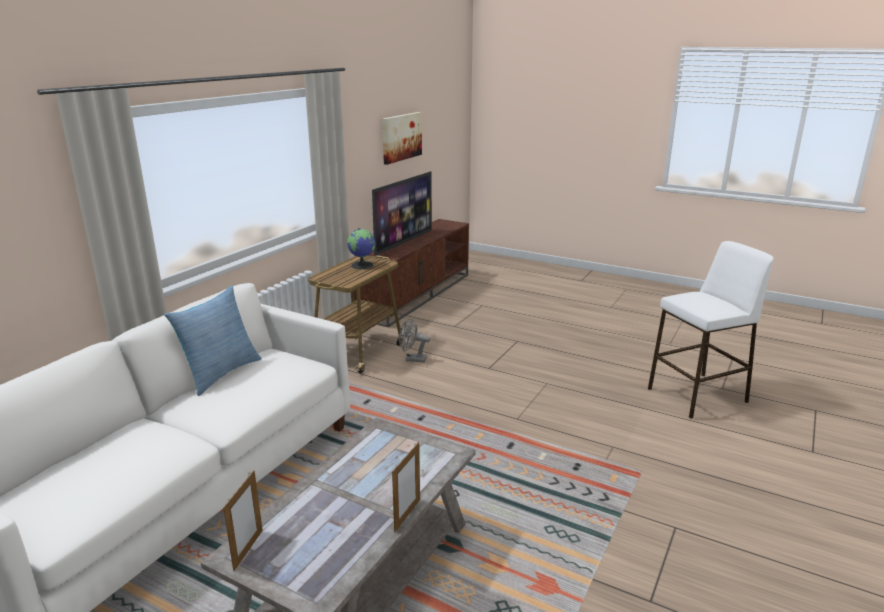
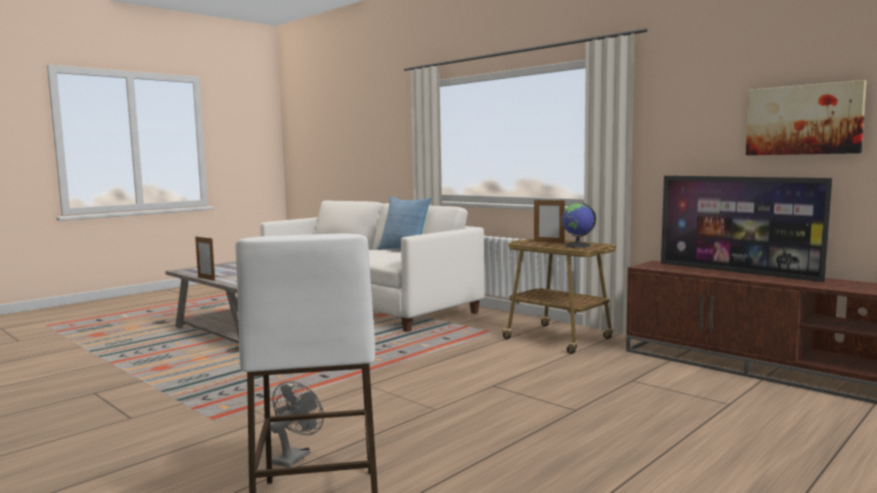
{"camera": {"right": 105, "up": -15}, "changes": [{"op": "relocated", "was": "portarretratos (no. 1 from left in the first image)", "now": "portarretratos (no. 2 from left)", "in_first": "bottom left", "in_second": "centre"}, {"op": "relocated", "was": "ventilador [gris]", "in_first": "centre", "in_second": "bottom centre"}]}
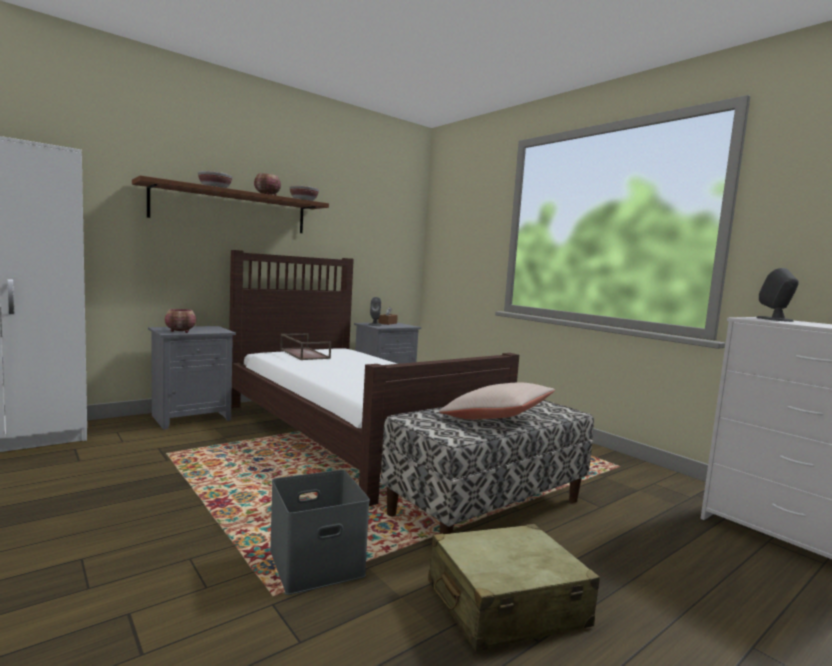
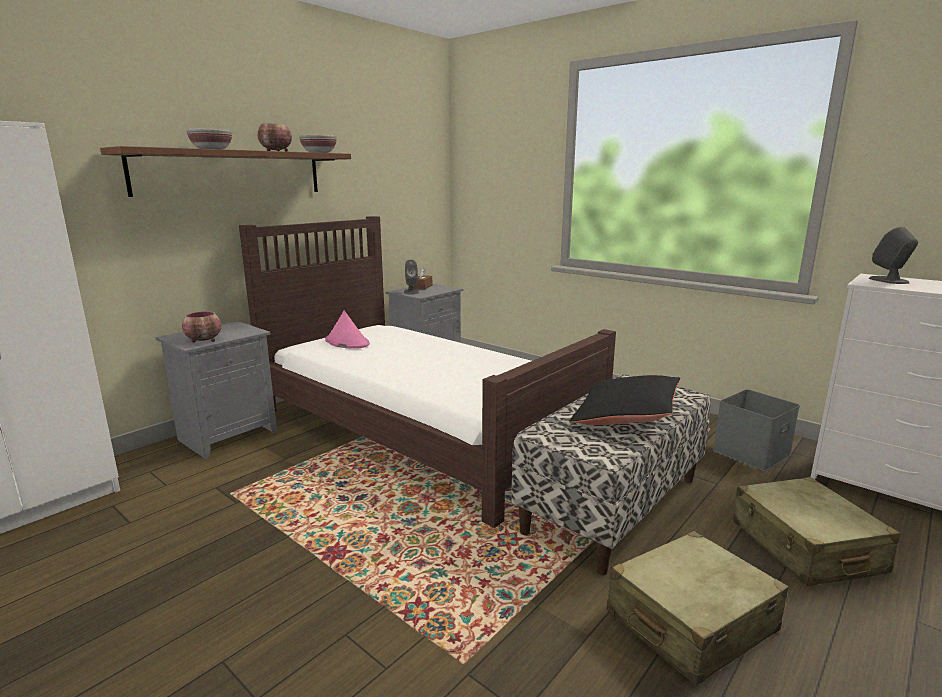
{"camera": {"right": -10, "up": 10}, "changes": [{"op": "relocated", "was": "caja de almacenaje [gris]", "in_first": "bottom centre", "in_second": "middle right"}, {"op": "exchanged", "was": "bandeja [marrón]", "now": "sombrero [rosa]", "in_first": "centre", "in_second": "centre"}, {"op": "colour", "was": "cojín [beis]", "now": "cojín [negro]", "in_first": "centre", "in_second": "centre"}, {"op": "appeared", "now": "maleta [beis] (no. 2 from left)", "in_second": "bottom right"}]}
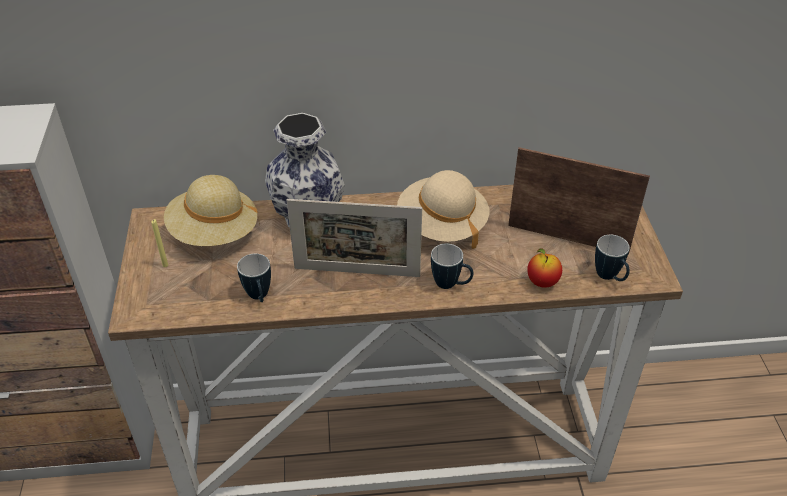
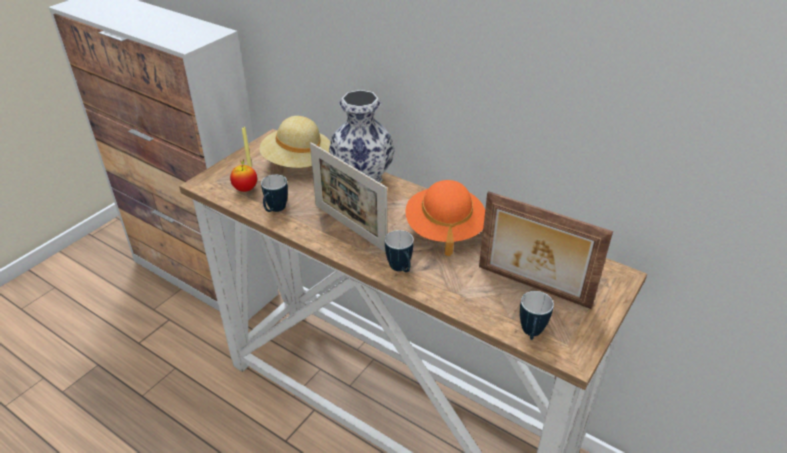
{"camera": {"right": 40, "up": -5}, "changes": [{"op": "colour", "was": "sombrero [beis] (no. 2 from left)", "now": "sombrero [naranja]", "in_first": "centre", "in_second": "centre"}, {"op": "spun", "was": "portarretratos (no. 2 from left)", "in_first": "middle right", "in_second": "middle right", "clockwise": 150}, {"op": "relocated", "was": "manzana", "in_first": "middle right", "in_second": "middle left"}]}
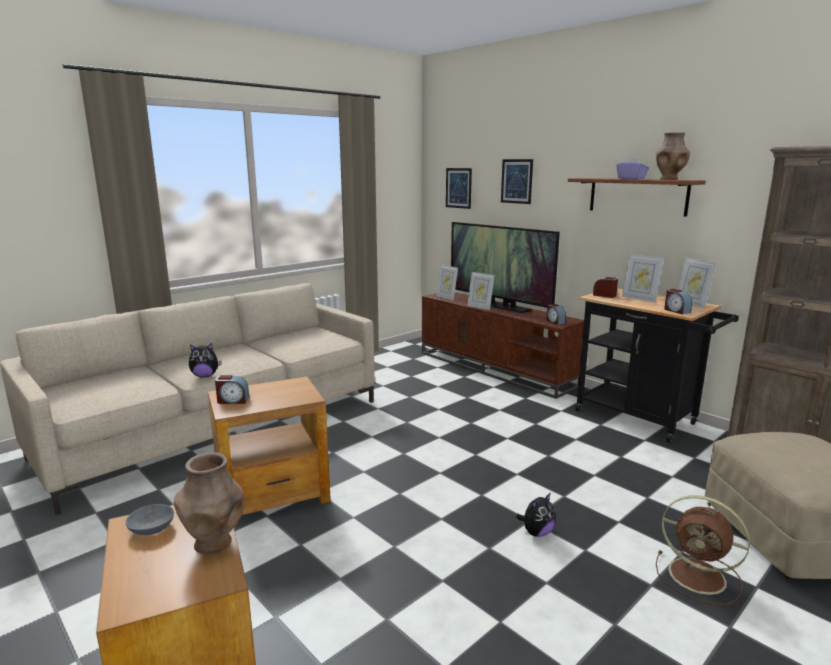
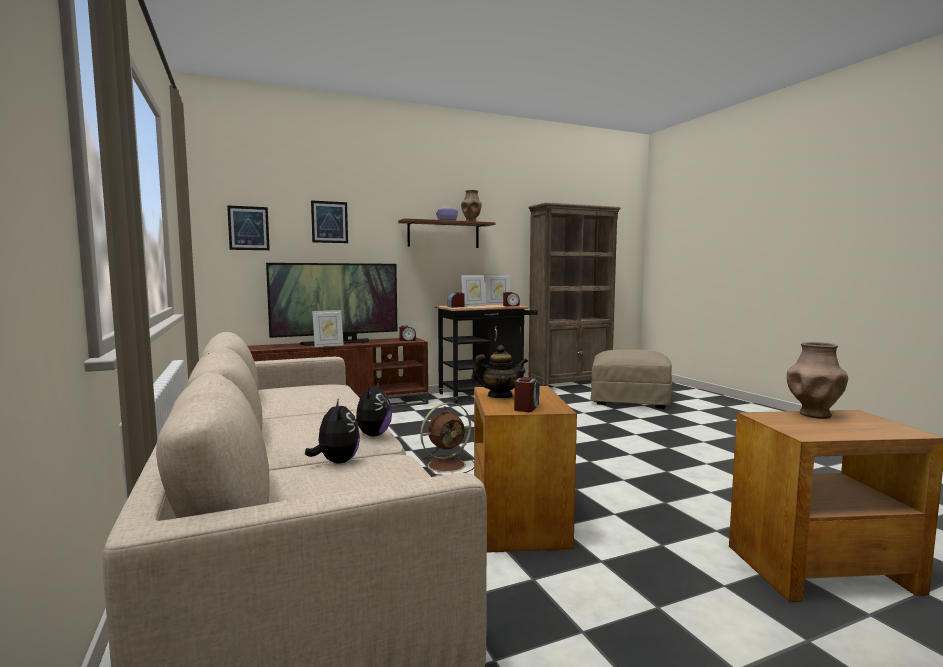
{"camera": {"right": -70, "up": -10}, "changes": [{"op": "missing", "was": "cuenco [gris]", "in_first": "bottom left"}, {"op": "missing", "was": "portarretratos (no. 1 from left)", "in_first": "centre"}, {"op": "relocated", "was": "peluche (no. 2 from left in the first image)", "now": "peluche (no. 1 from left)", "in_first": "bottom centre", "in_second": "centre"}, {"op": "relocated", "was": "ventilador [marrón]", "in_first": "bottom right", "in_second": "centre"}, {"op": "appeared", "now": "tetera", "in_second": "centre"}]}
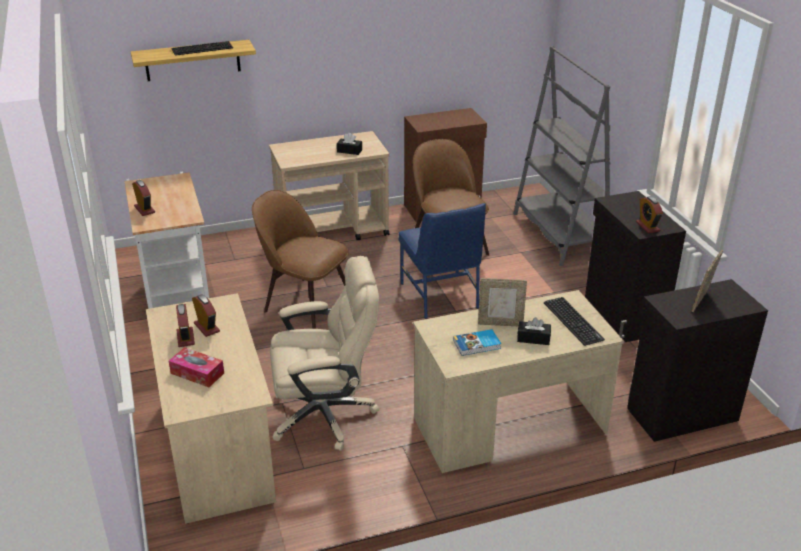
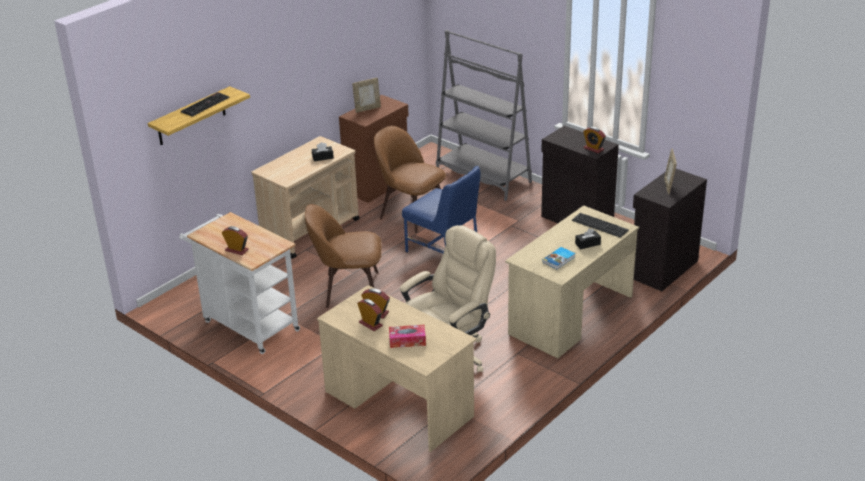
{"camera": {"right": -30, "up": 0}, "changes": [{"op": "relocated", "was": "portarretratos (no. 1 from left)", "in_first": "centre", "in_second": "top centre"}]}
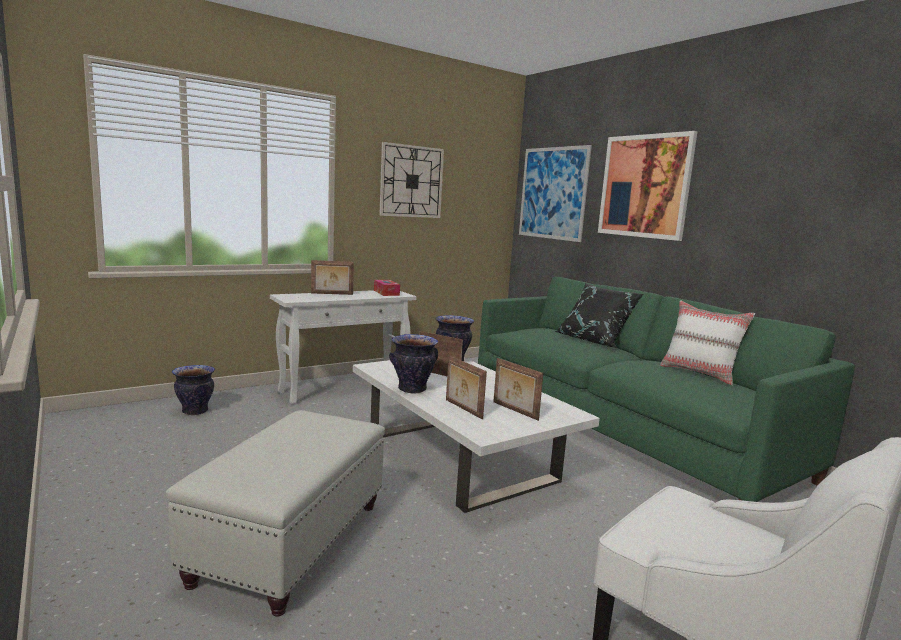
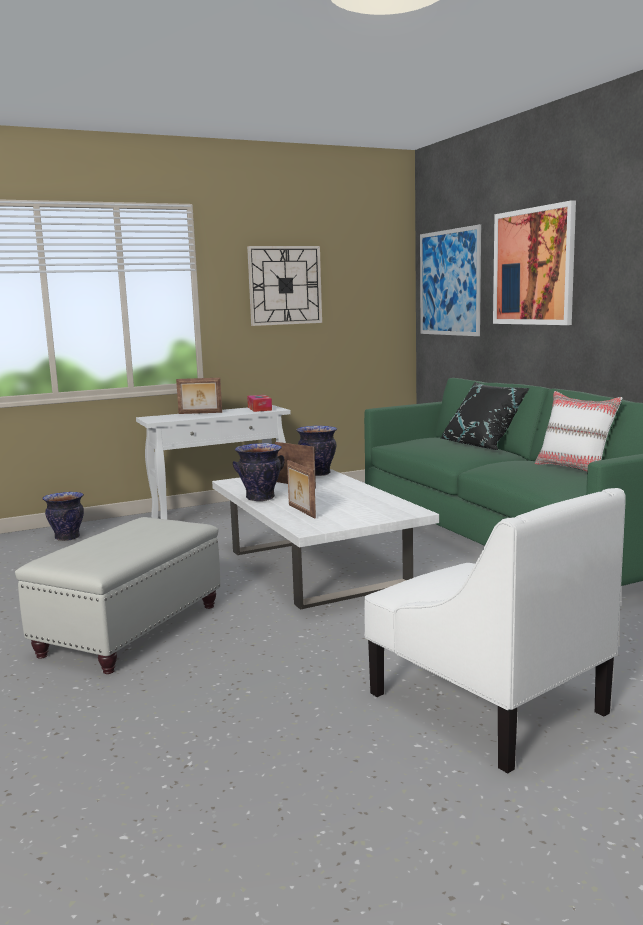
{"camera": {"right": 10, "up": 0}, "changes": [{"op": "missing", "was": "portarretratos (no. 4 from left)", "in_first": "centre"}]}
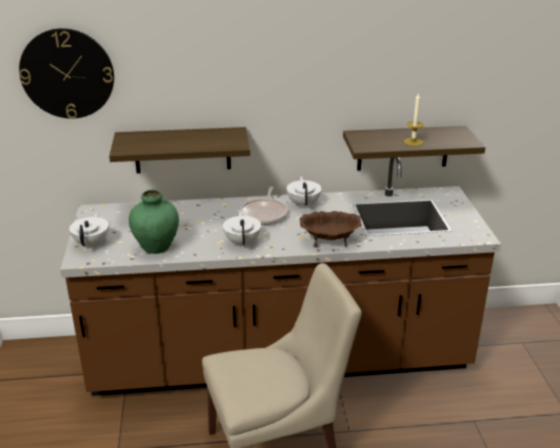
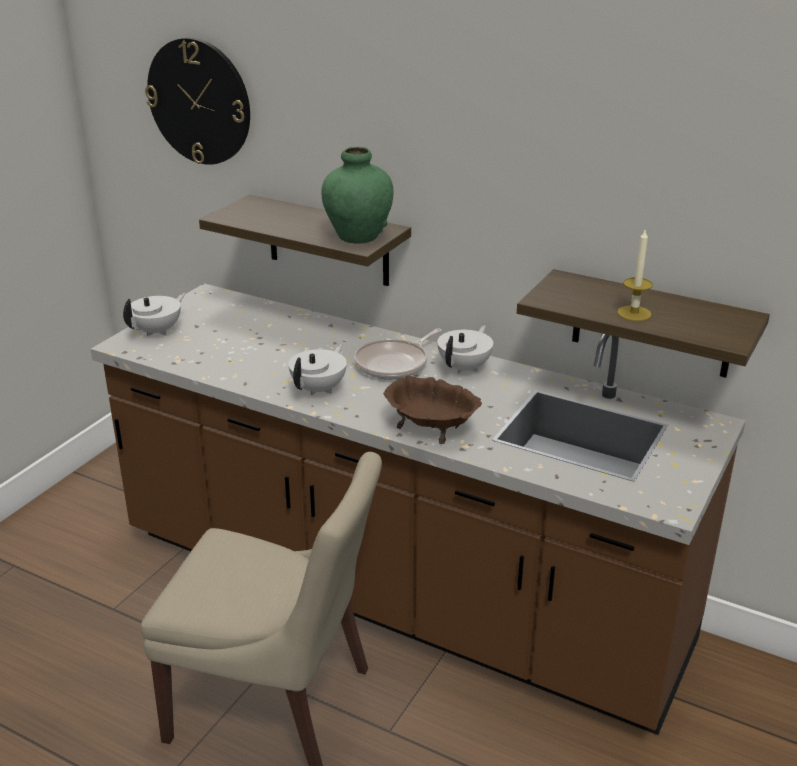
{"camera": {"right": 35, "up": 0}, "changes": [{"op": "relocated", "was": "florero [verde]", "in_first": "middle left", "in_second": "top centre"}]}
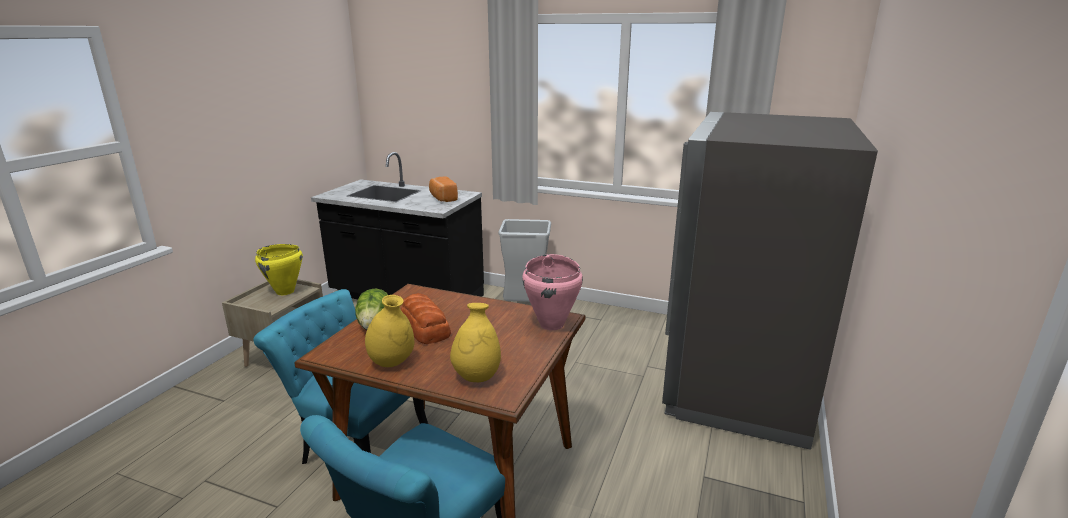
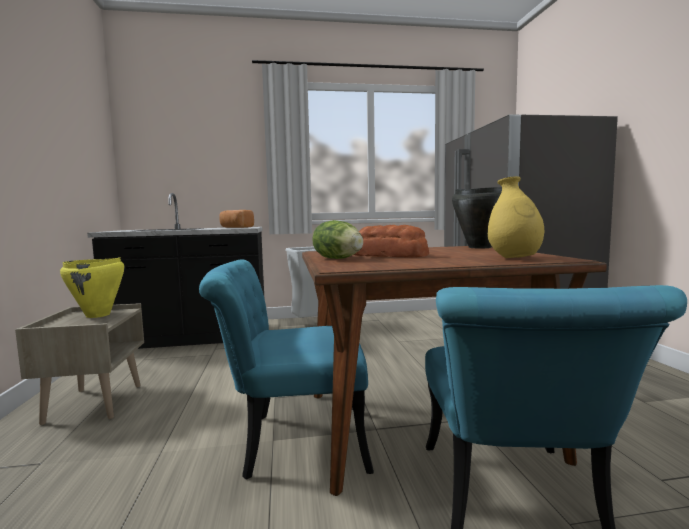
{"camera": {"right": -30, "up": -15}, "changes": [{"op": "missing", "was": "florero [amarillo] (no. 1 from left)", "in_first": "centre"}, {"op": "colour", "was": "olla [rosa]", "now": "olla [negro]", "in_first": "centre", "in_second": "middle right"}]}
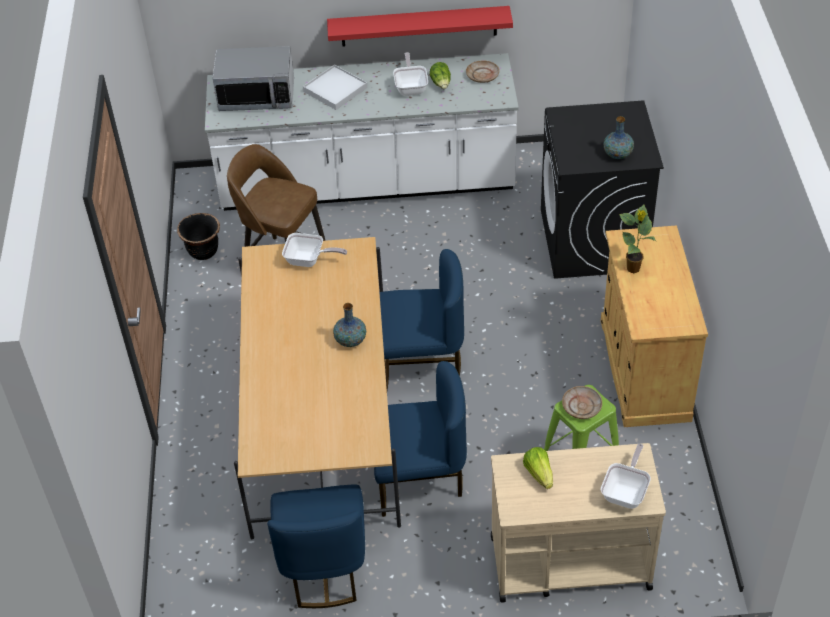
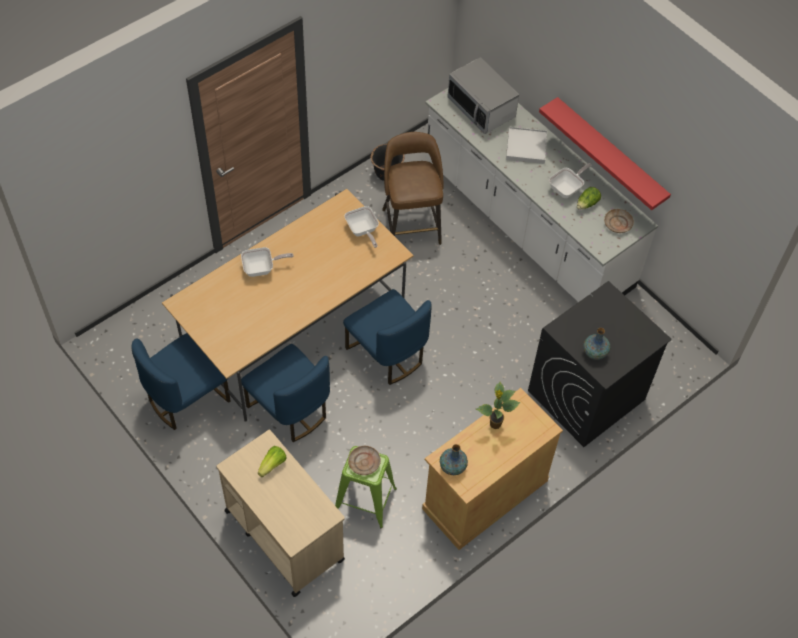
{"camera": {"right": 50, "up": 10}, "changes": [{"op": "relocated", "was": "florero (no. 1 from left)", "in_first": "centre", "in_second": "bottom centre"}, {"op": "relocated", "was": "sartén (no. 3 from left in the first image)", "now": "sartén (no. 1 from left)", "in_first": "bottom right", "in_second": "centre"}]}
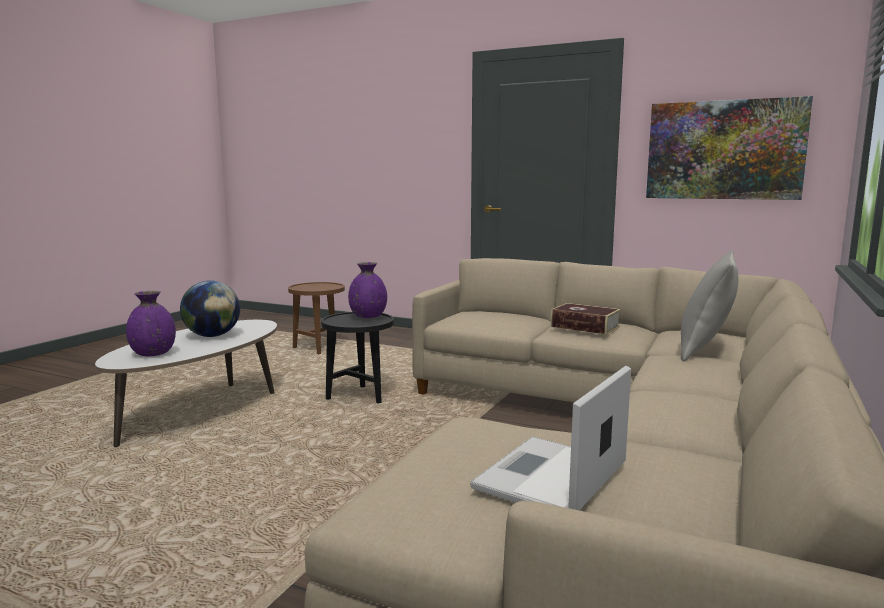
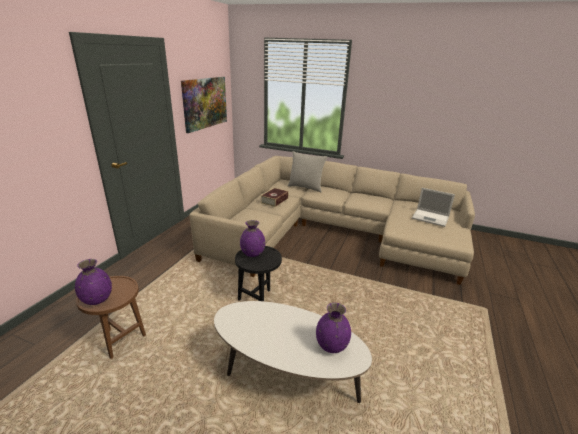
{"camera": {"right": -95, "up": 15}, "changes": [{"op": "missing", "was": "globo terráqueo", "in_first": "middle left"}, {"op": "appeared", "now": "florero [morado] (no. 1 from left)", "in_second": "middle left"}]}
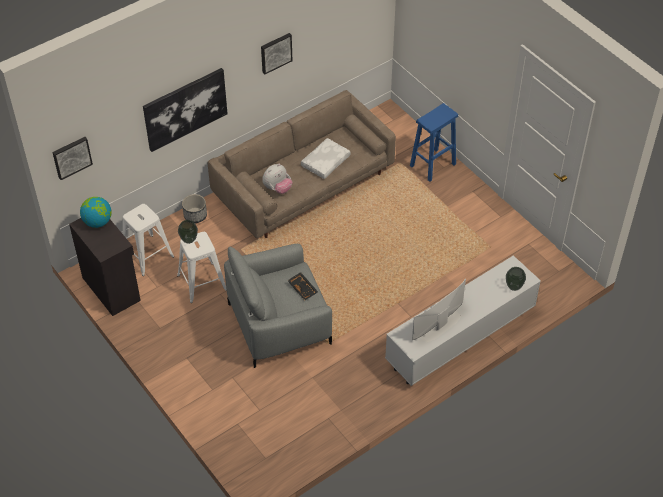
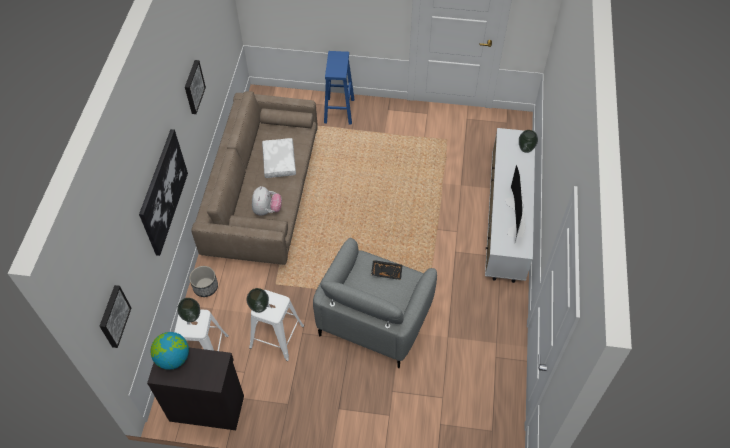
{"camera": {"right": -45, "up": 5}, "changes": [{"op": "appeared", "now": "florero (no. 1 from left)", "in_second": "bottom left"}]}
